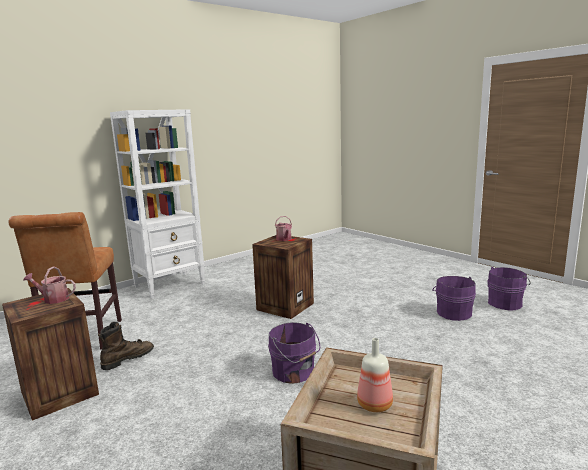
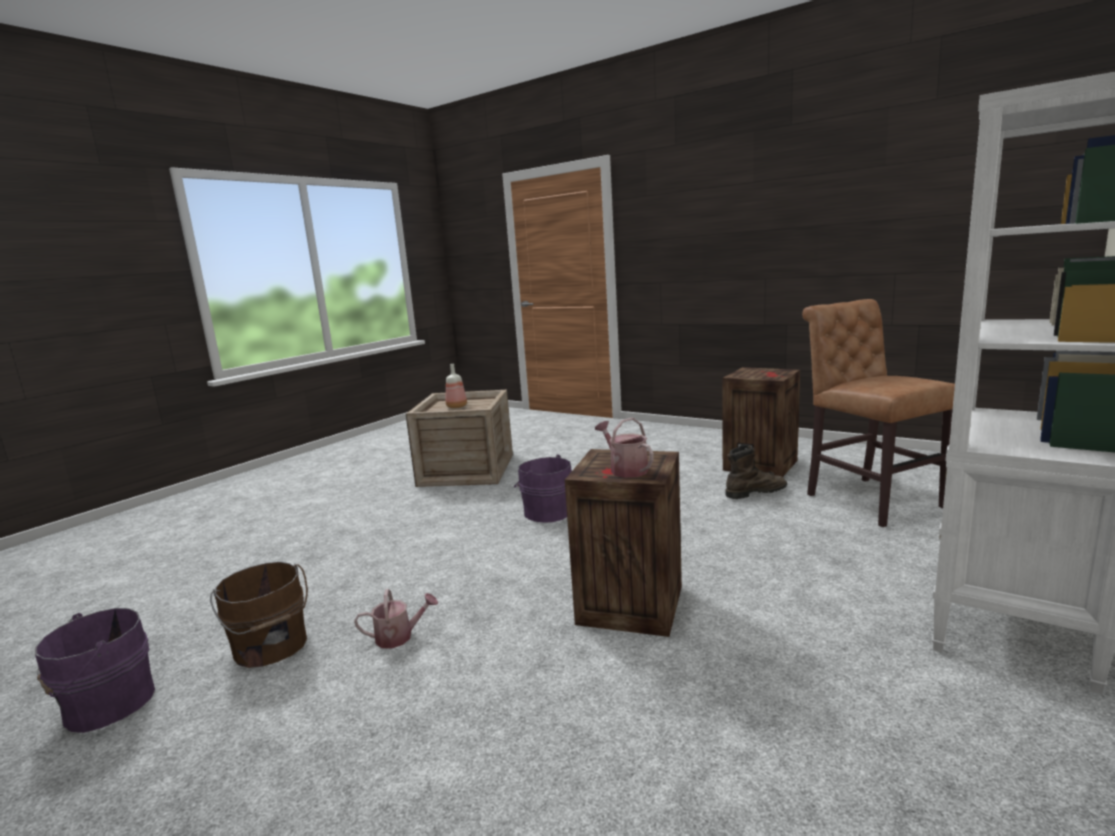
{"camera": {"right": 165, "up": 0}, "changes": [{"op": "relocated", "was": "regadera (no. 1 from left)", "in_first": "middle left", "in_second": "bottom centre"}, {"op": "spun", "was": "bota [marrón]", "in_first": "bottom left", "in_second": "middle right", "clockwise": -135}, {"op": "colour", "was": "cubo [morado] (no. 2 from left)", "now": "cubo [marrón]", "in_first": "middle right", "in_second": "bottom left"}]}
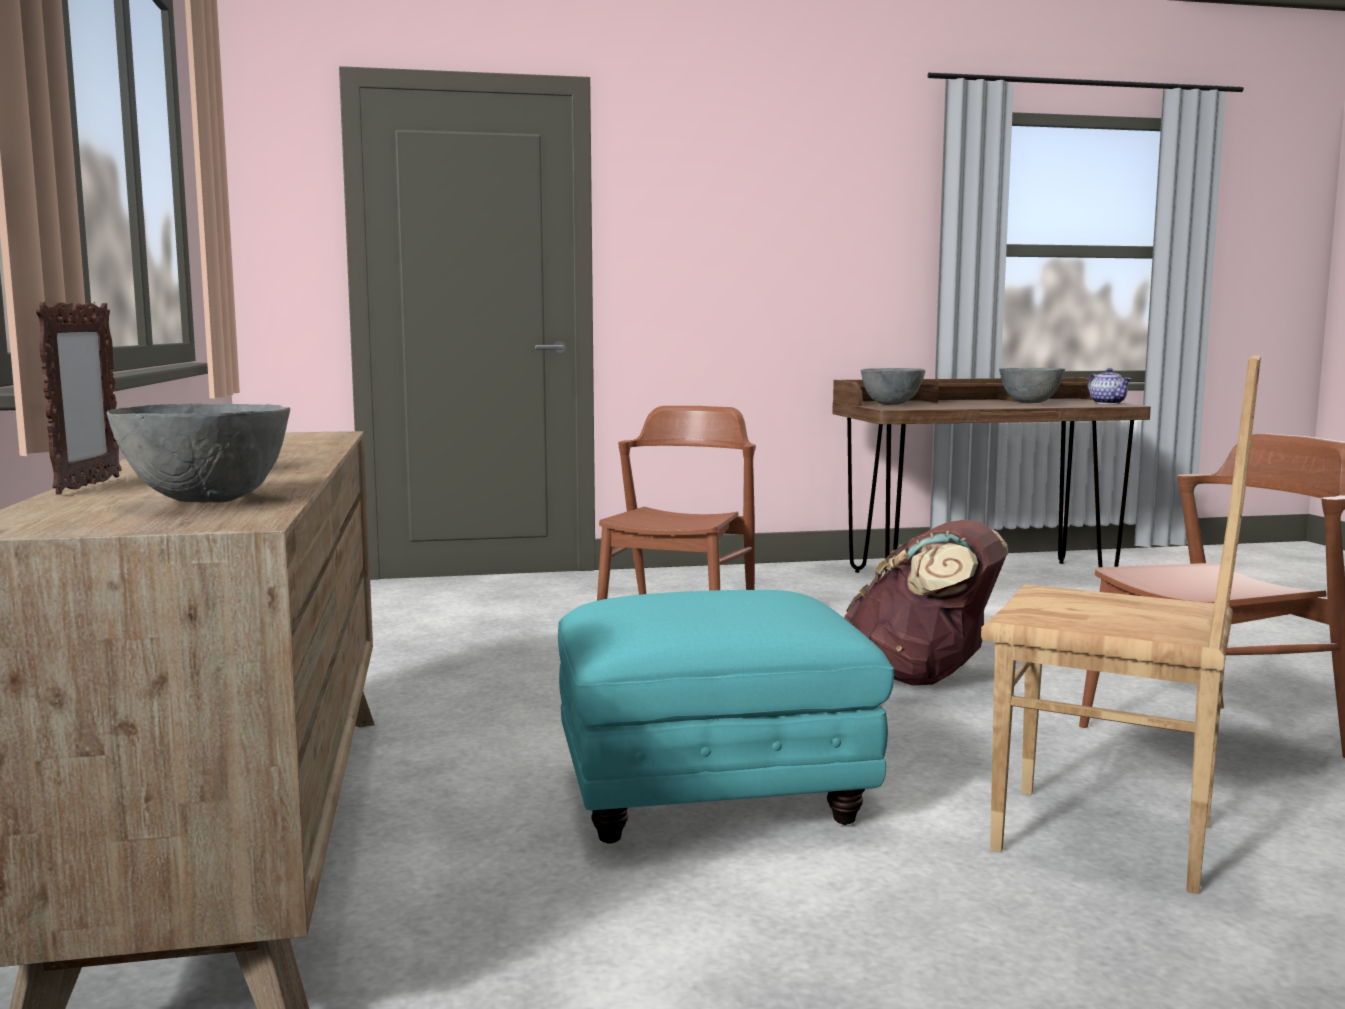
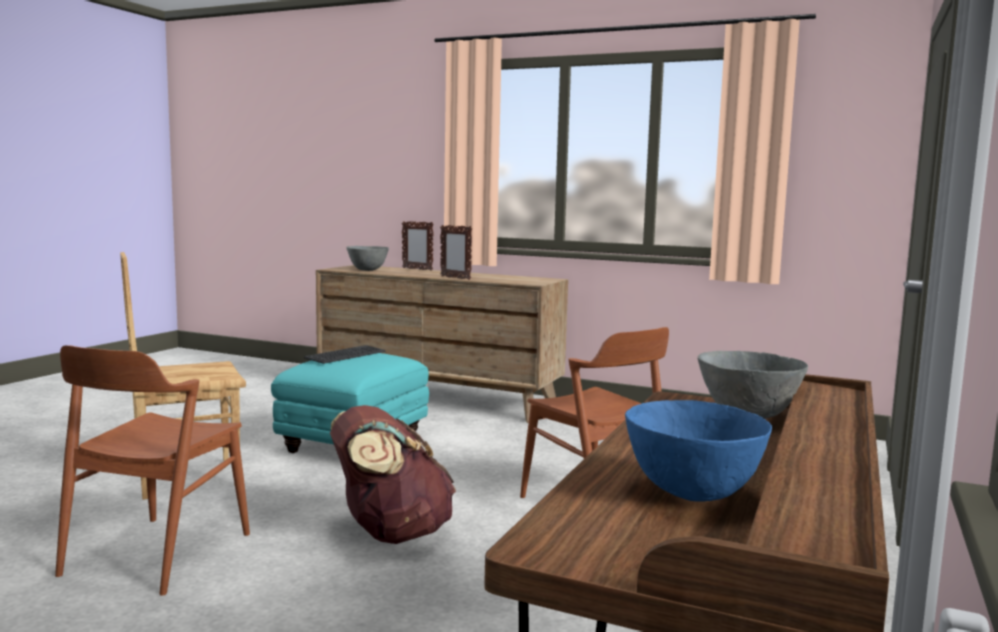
{"camera": {"right": 125, "up": 0}, "changes": [{"op": "colour", "was": "cuenco [gris] (no. 3 from left)", "now": "cuenco [azul]", "in_first": "middle right", "in_second": "bottom right"}, {"op": "missing", "was": "tetera", "in_first": "middle right"}, {"op": "appeared", "now": "teclado", "in_second": "centre"}, {"op": "appeared", "now": "portarretratos (no. 2 from left)", "in_second": "centre"}]}
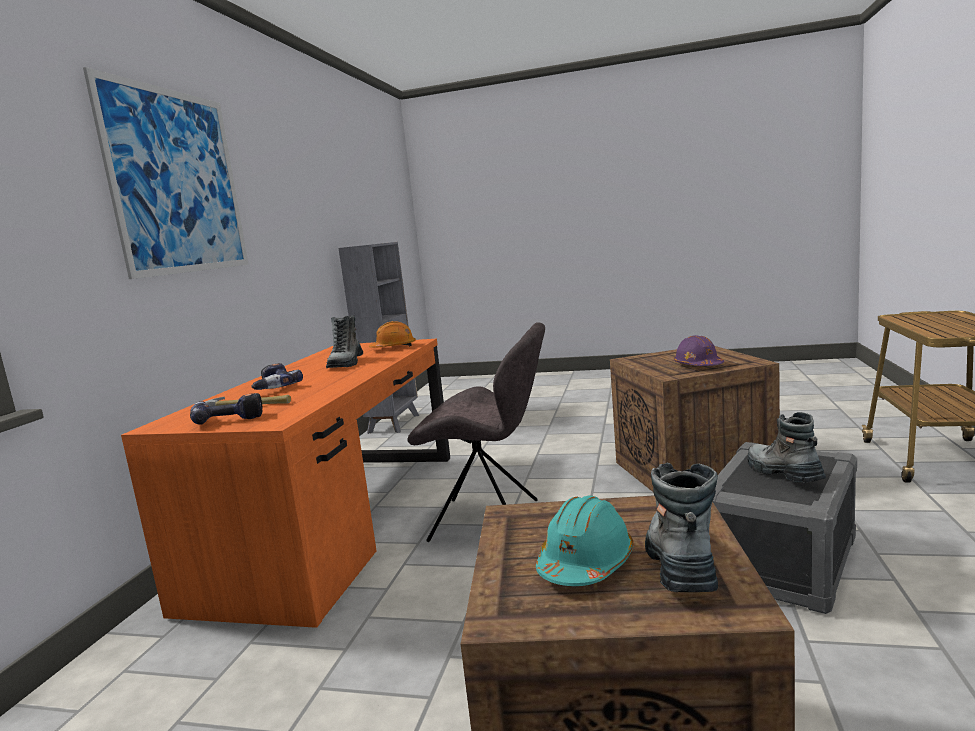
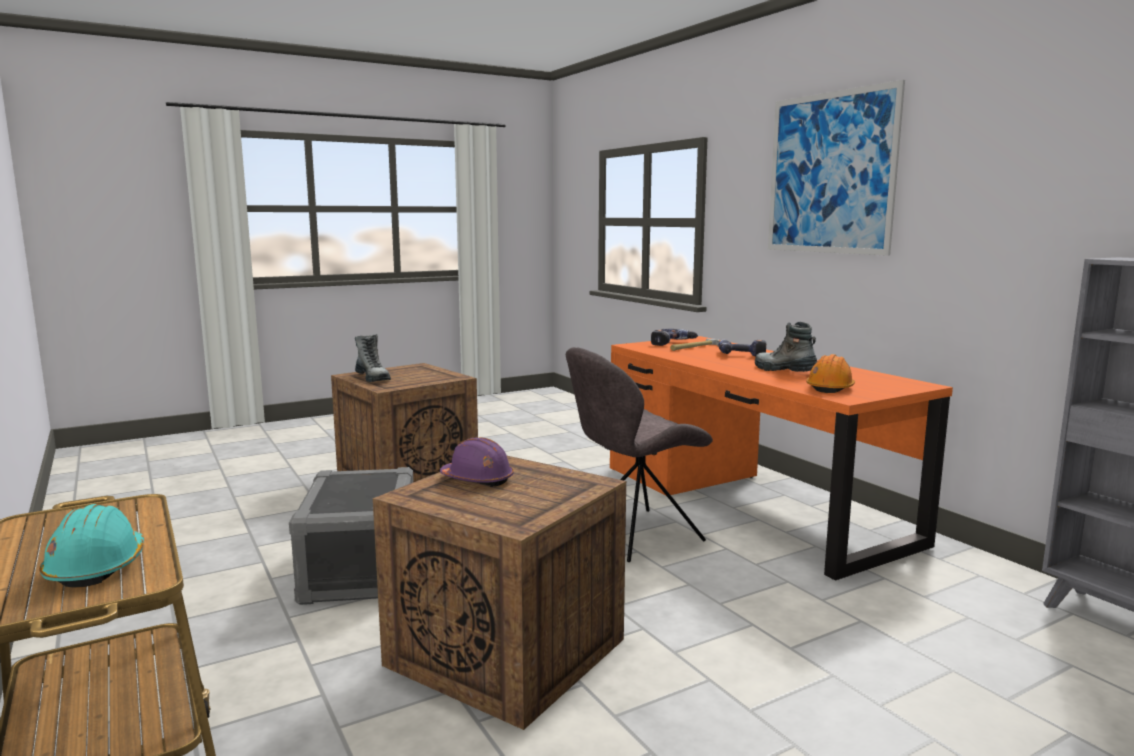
{"camera": {"right": 135, "up": 0}, "changes": [{"op": "relocated", "was": "casco [turquesa]", "in_first": "bottom centre", "in_second": "bottom left"}, {"op": "missing", "was": "bota (no. 3 from left)", "in_first": "middle right"}]}
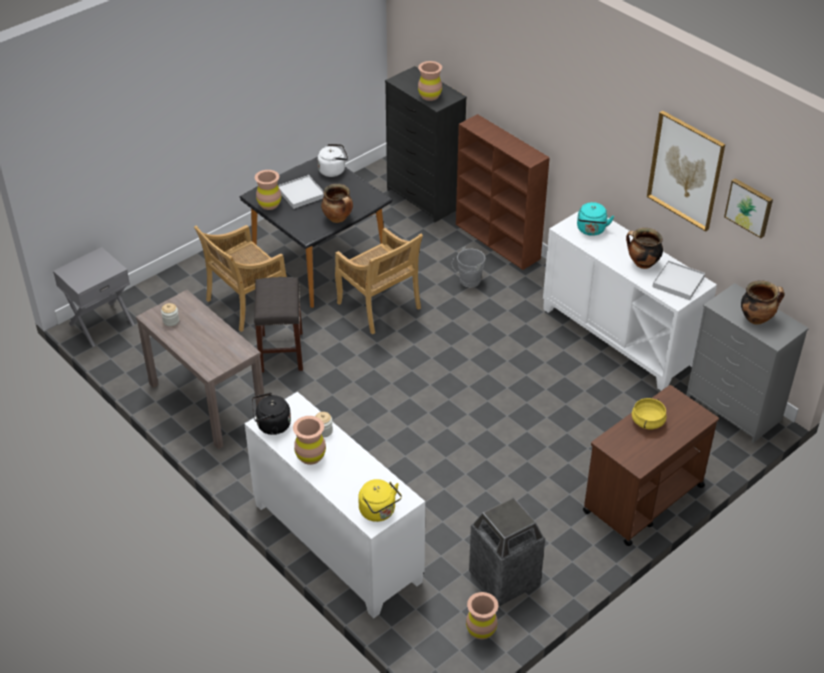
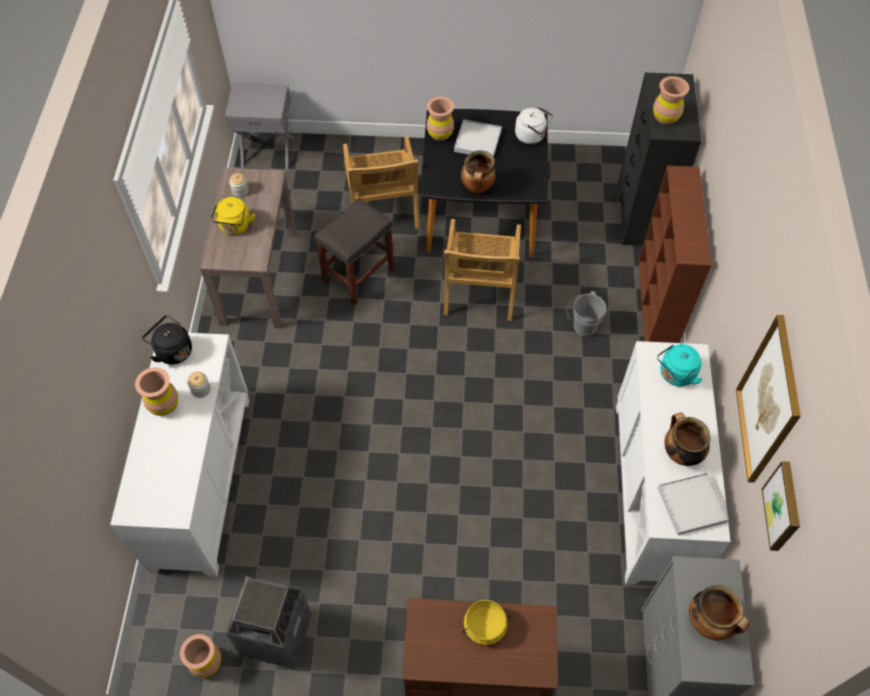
{"camera": {"right": 45, "up": 15}, "changes": [{"op": "spun", "was": "silla [beis] (no. 1 from left)", "in_first": "middle left", "in_second": "top centre", "clockwise": -105}, {"op": "relocated", "was": "hervidor [amarillo]", "in_first": "bottom centre", "in_second": "top left"}]}
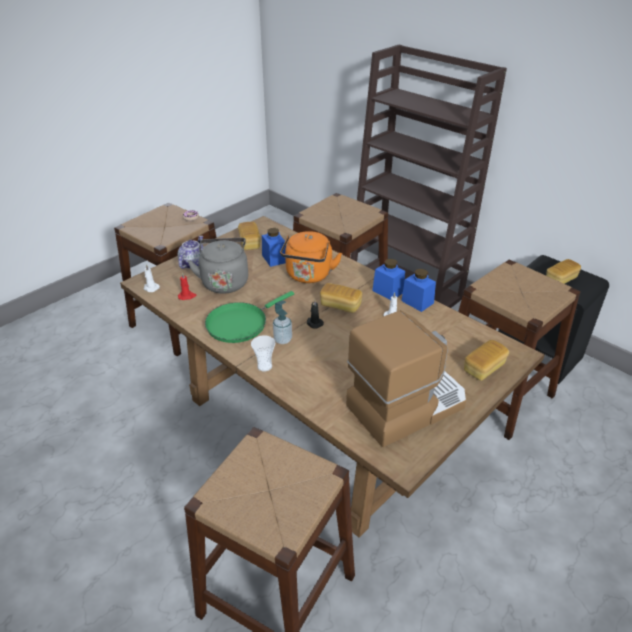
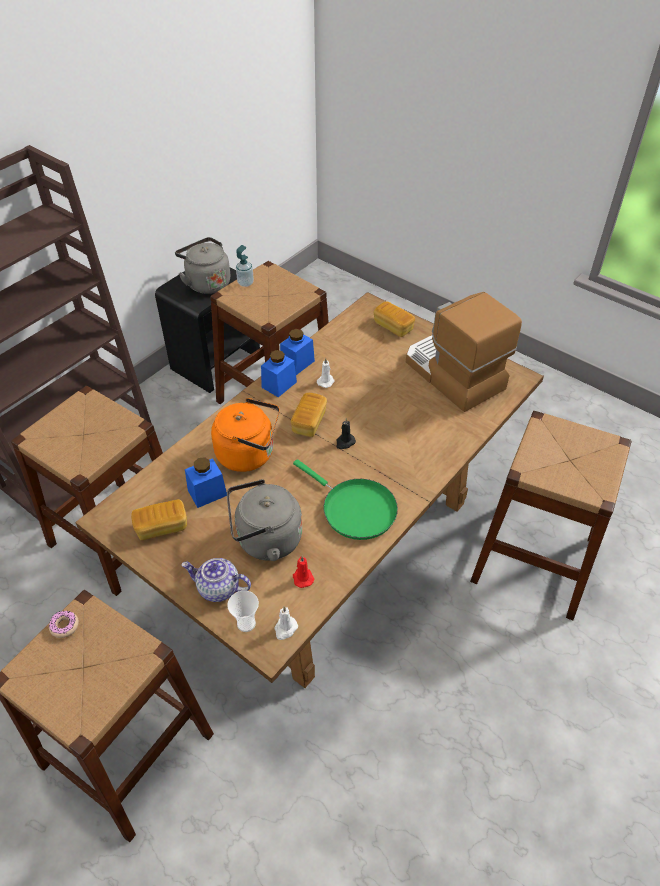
{"camera": {"right": -95, "up": 10}, "changes": [{"op": "relocated", "was": "taza", "in_first": "centre", "in_second": "bottom centre"}, {"op": "relocated", "was": "dispensador de jabón", "in_first": "centre", "in_second": "top centre"}, {"op": "exchanged", "was": "pan (no. 4 from left)", "now": "hervidor [gris] (no. 1 from left)", "in_first": "middle right", "in_second": "top left"}]}
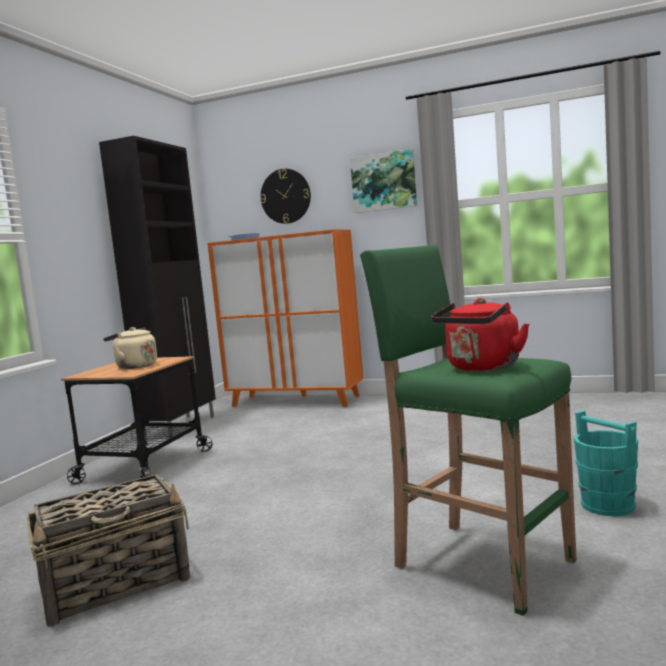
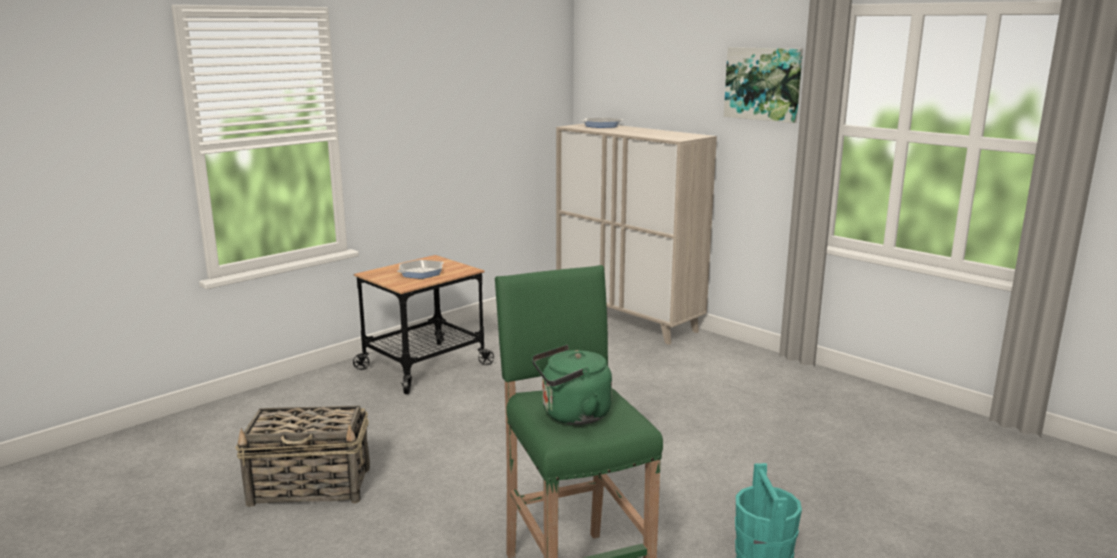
{"camera": {"right": 25, "up": 10}, "changes": [{"op": "missing", "was": "armario [negro]", "in_first": "middle left"}, {"op": "exchanged", "was": "hervidor [beis]", "now": "sartén (no. 1 from left)", "in_first": "middle left", "in_second": "centre"}, {"op": "colour", "was": "armario [naranja]", "now": "armario [beis]", "in_first": "centre", "in_second": "centre"}, {"op": "missing", "was": "reloj de pared", "in_first": "top centre"}, {"op": "colour", "was": "hervidor [rojo]", "now": "hervidor [verde]", "in_first": "middle right", "in_second": "bottom centre"}]}
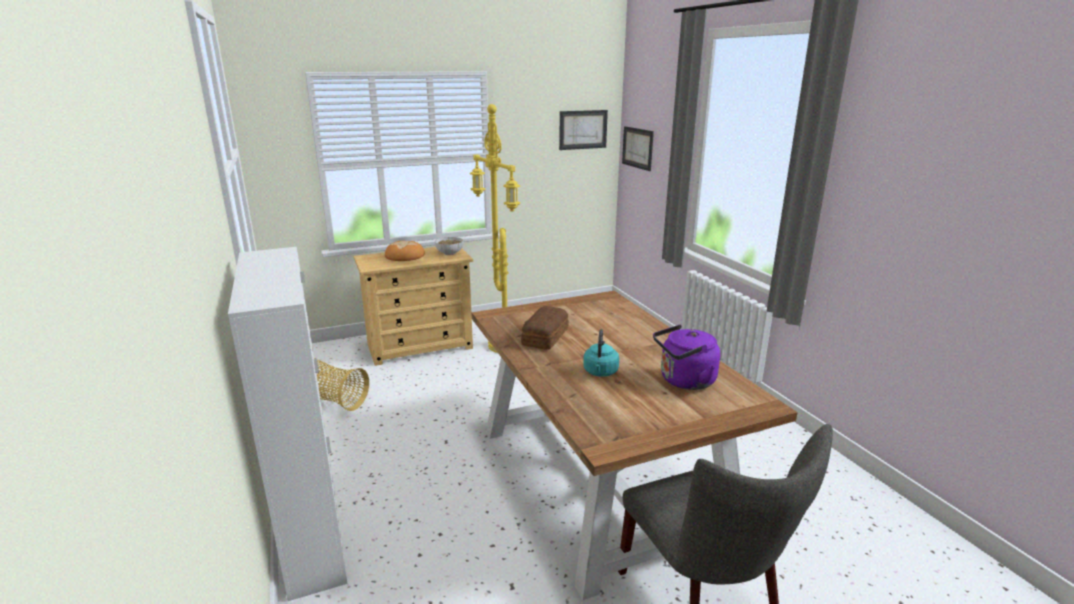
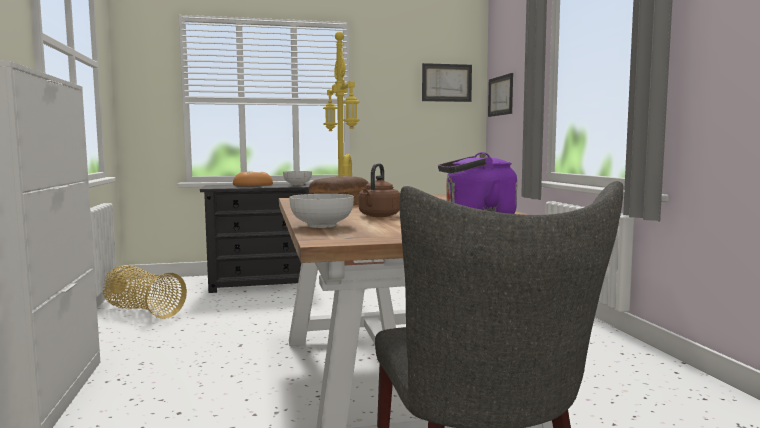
{"camera": {"right": 10, "up": -15}, "changes": [{"op": "colour", "was": "cómoda [beis]", "now": "cómoda [negro]", "in_first": "centre", "in_second": "centre"}, {"op": "colour", "was": "hervidor [turquesa]", "now": "hervidor [marrón]", "in_first": "centre", "in_second": "centre"}, {"op": "appeared", "now": "cuenco (no. 2 from left)", "in_second": "centre"}]}
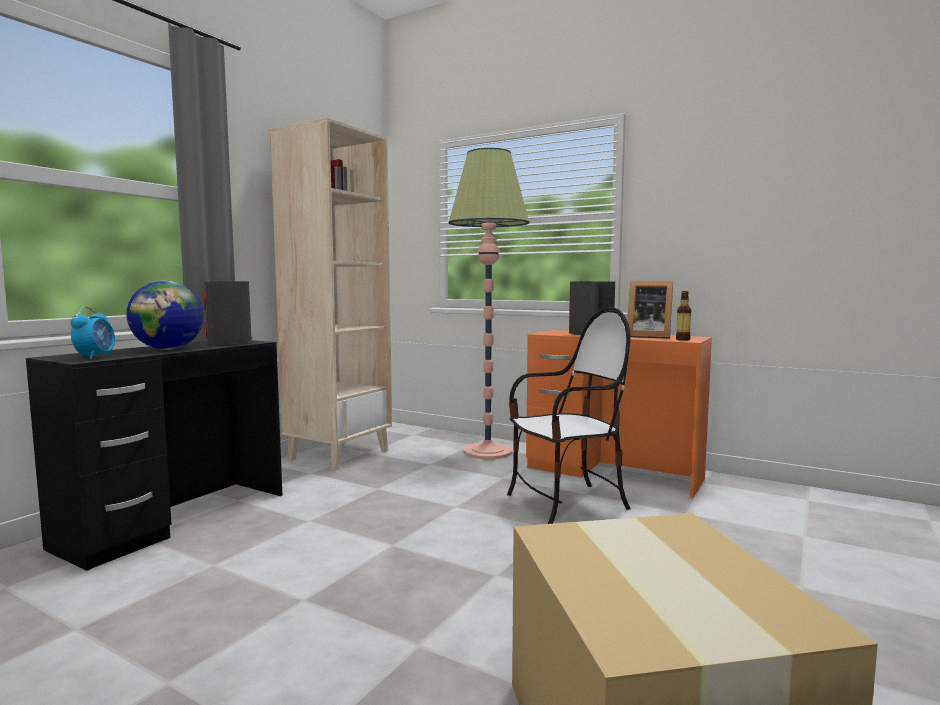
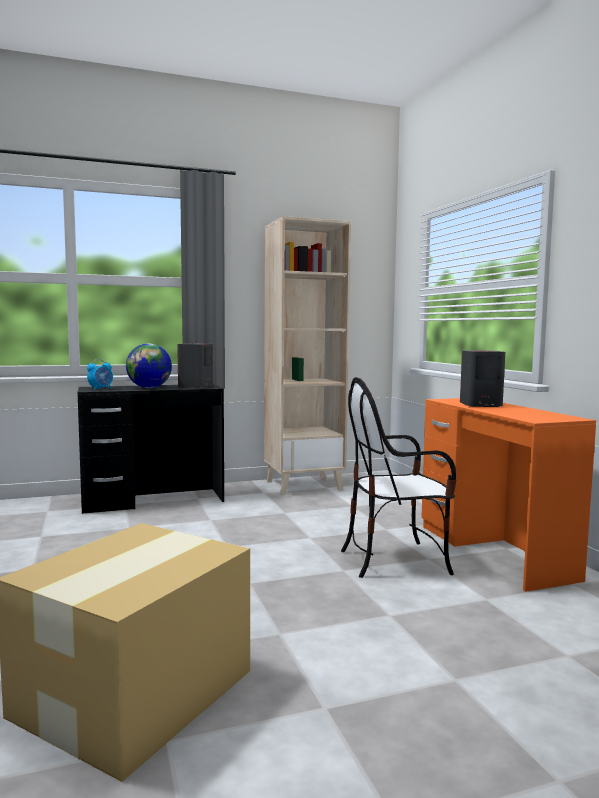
{"camera": {"right": 40, "up": 0}, "changes": [{"op": "missing", "was": "lámpara de pie", "in_first": "centre"}, {"op": "spun", "was": "silla", "in_first": "centre", "in_second": "centre", "clockwise": 150}, {"op": "missing", "was": "portarretratos", "in_first": "middle right"}, {"op": "missing", "was": "botella", "in_first": "middle right"}]}
